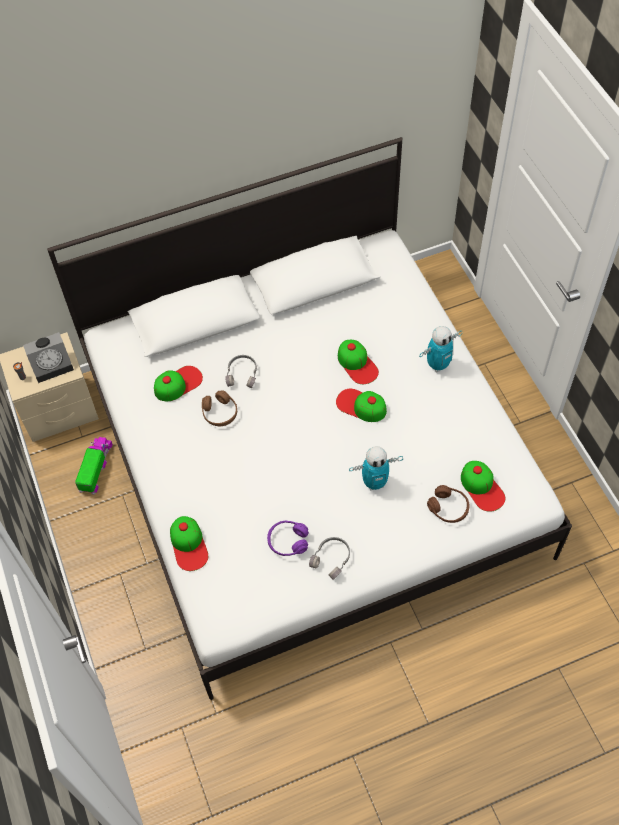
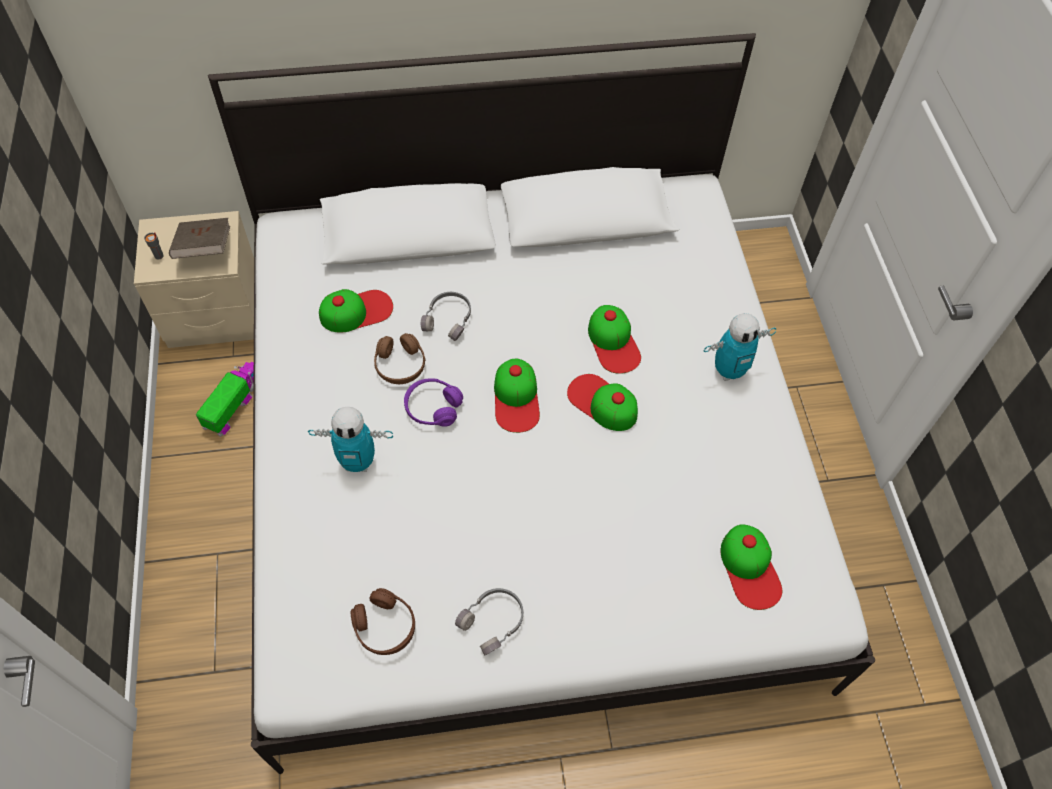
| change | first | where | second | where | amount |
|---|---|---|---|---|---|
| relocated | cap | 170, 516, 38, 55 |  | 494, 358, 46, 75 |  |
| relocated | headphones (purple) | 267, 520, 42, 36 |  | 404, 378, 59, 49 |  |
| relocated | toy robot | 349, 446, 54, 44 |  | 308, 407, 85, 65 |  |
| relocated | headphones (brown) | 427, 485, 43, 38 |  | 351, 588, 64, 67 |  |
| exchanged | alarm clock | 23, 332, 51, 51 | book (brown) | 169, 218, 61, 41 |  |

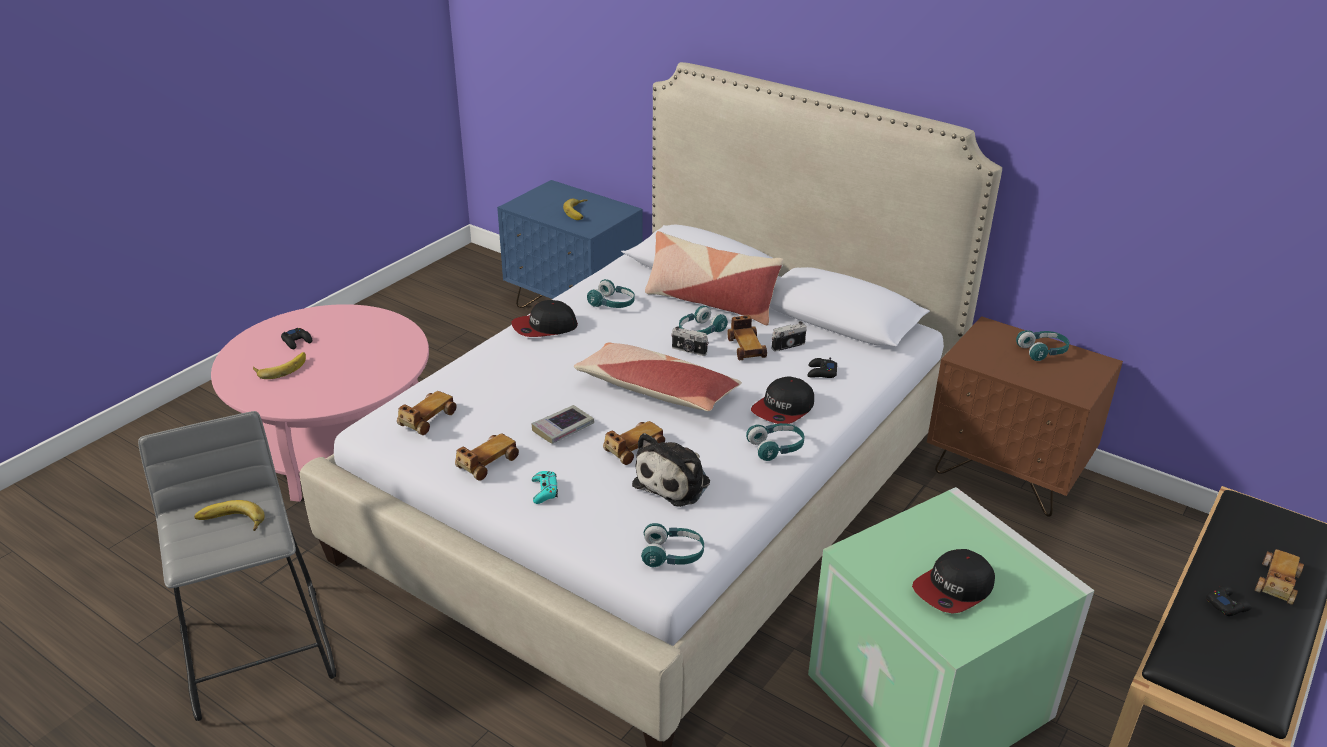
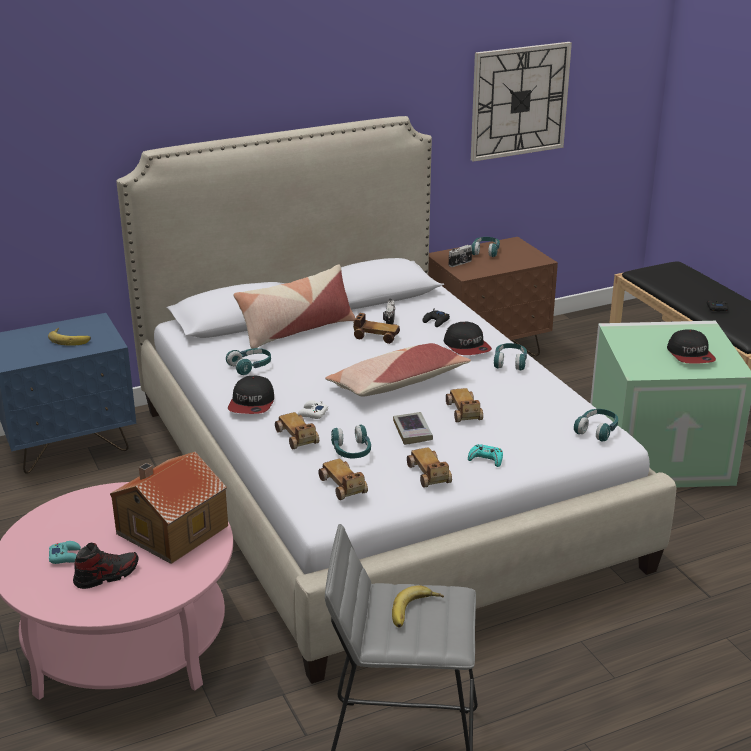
| change | first | where | second | where | amount |
|---|---|---|---|---|---|
| missing | plush toy | 632, 433, 78, 74 |  |  |  |
| appeared |  |  | toy house | 110, 452, 118, 112 |  |
| appeared |  |  | game controller (white) | 297, 401, 31, 18 |  |
| appeared |  |  | wall clock | 471, 42, 101, 120 |  |
| relocated | photo camera | 672, 326, 37, 30 |  | 449, 245, 23, 22 |  |
| relocated | headphones (turquoise) | 679, 306, 49, 29 |  | 331, 424, 40, 35 |  |
| relocated | toy car | 1255, 549, 49, 56 |  | 275, 412, 44, 37 |  |
| exchanged | banana | 253, 352, 53, 27 | shoe | 73, 543, 66, 46 |  |
| colour | game controller (black) | 281, 328, 31, 21 | game controller (turquoise) | 49, 541, 32, 23 |  |

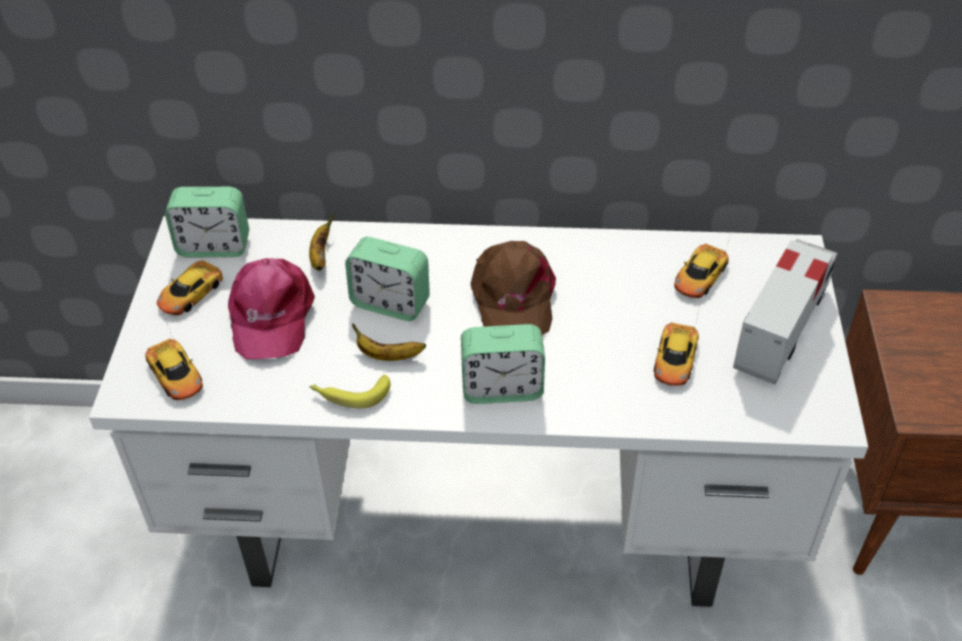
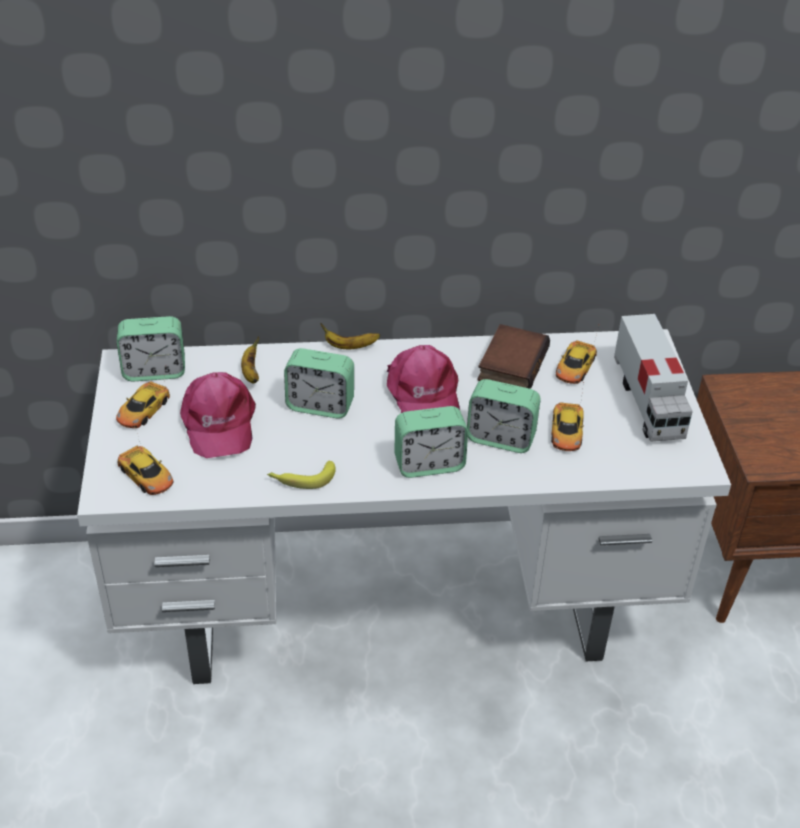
| change | first | where | second | where | amount |
|---|---|---|---|---|---|
| appeared |  |  | alarm clock | 467, 379, 74, 74 |  |
| appeared |  |  | book | 477, 324, 73, 65 |  |
| relocated | banana | 352, 324, 74, 37 |  | 320, 323, 60, 26 |  |
| colour | cap (brown) | 471, 241, 85, 94 | cap (pink) | 387, 345, 73, 68 |  |
| spun | toy truck | 733, 239, 105, 145 |  | 614, 314, 79, 128 | 150 degrees clockwise |

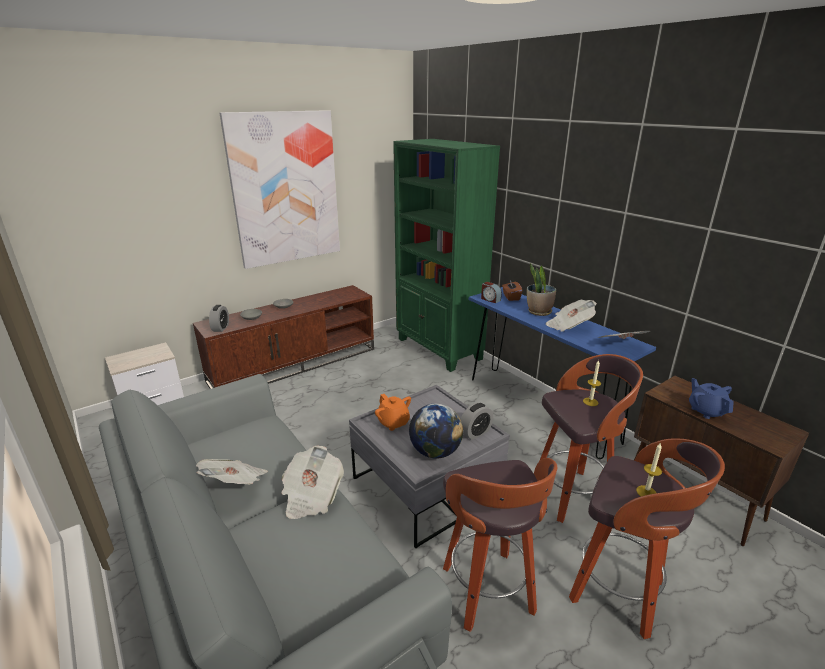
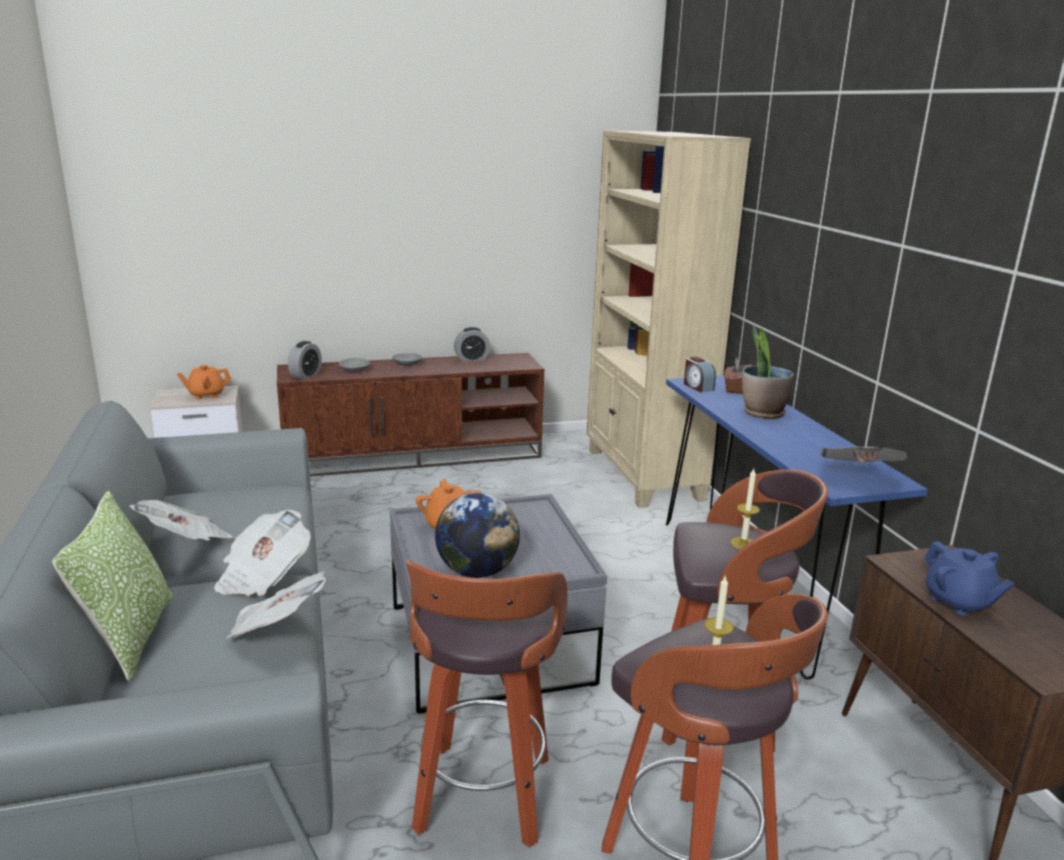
| change | first | where | second | where | amount |
|---|---|---|---|---|---|
| missing | picture | 220, 110, 120, 159 |  |  |  |
| appeared |  |  | pillow | 52, 490, 121, 191 |  |
| appeared |  |  | teapot (orange) | 177, 365, 54, 34 |  |
| relocated | alarm clock | 461, 403, 33, 37 |  | 454, 327, 36, 34 |  |
| relocated | newspaper | 546, 299, 51, 33 |  | 226, 571, 100, 68 |  |
| colour | bookcase (green) | 393, 139, 107, 233 | bookcase (beige) | 587, 130, 164, 378 |  |
| spun | teapot (blue) | 689, 378, 45, 41 |  | 924, 541, 91, 75 | 150 degrees clockwise |

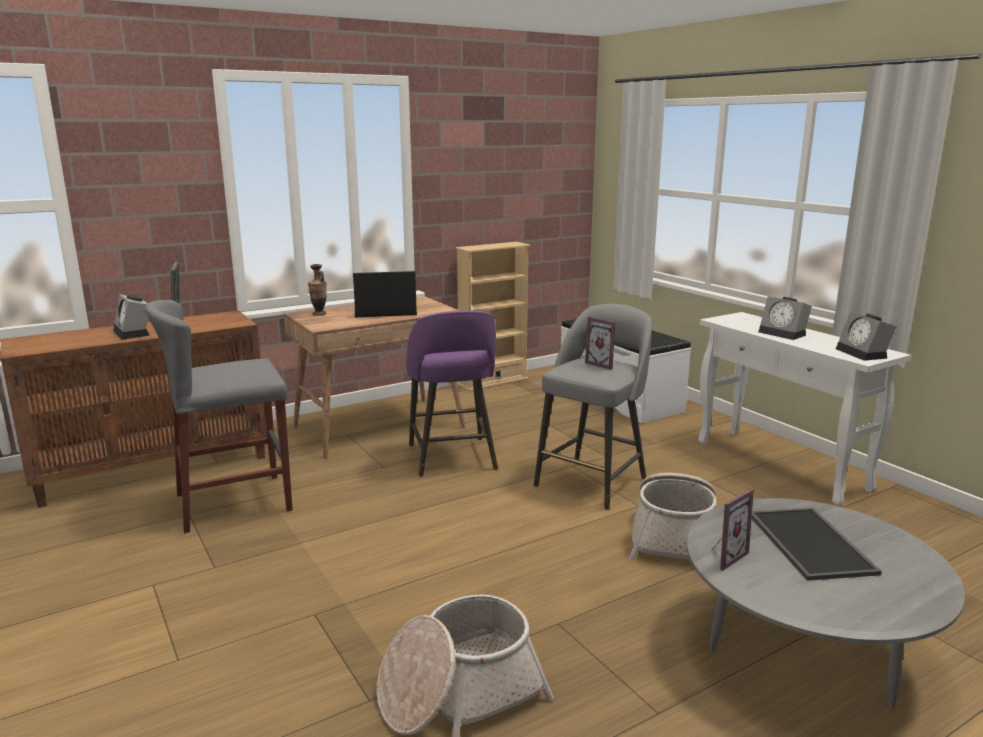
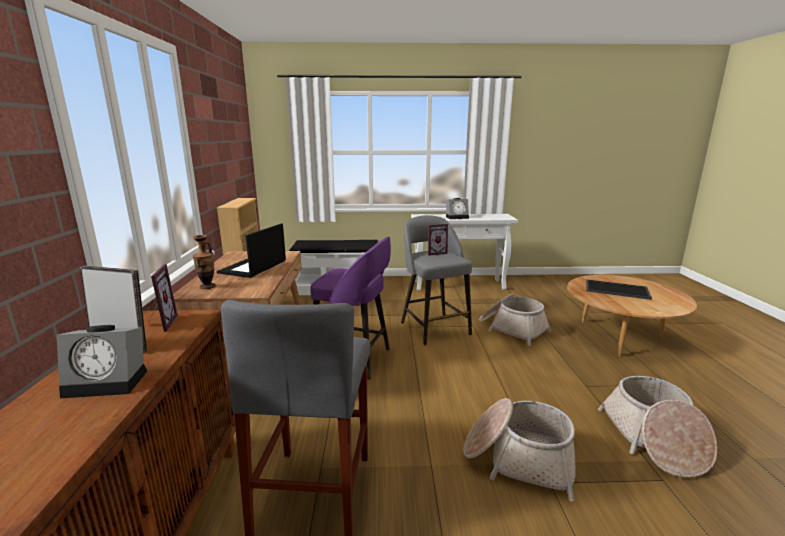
| change | first | where | second | where | amount |
|---|---|---|---|---|---|
| missing | alarm clock | 836, 311, 60, 50 |  |  |  |
| appeared |  |  | basket | 463, 398, 113, 104 |  |
| relocated | picture frame | 712, 489, 42, 82 |  | 148, 264, 30, 68 |  |
| colour | coffee table (grey) | 687, 498, 278, 211 | coffee table (brown) | 567, 275, 130, 81 |  |

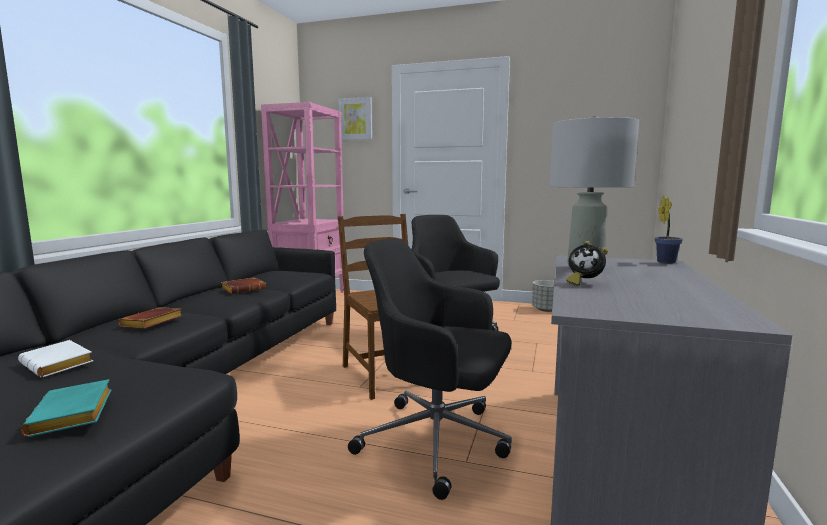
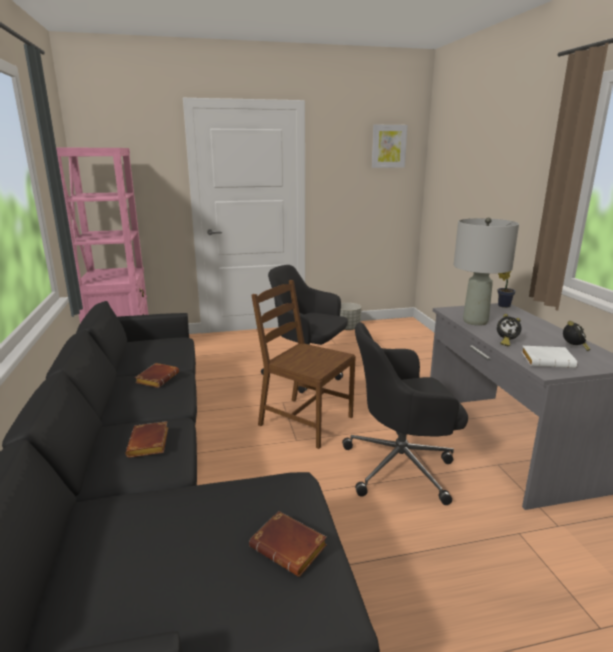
| change | first | where | second | where | amount |
|---|---|---|---|---|---|
| appeared |  |  | alarm clock | 563, 321, 27, 30 |  |
| relocated | book (white) | 18, 340, 75, 38 |  | 522, 346, 55, 22 |  |
| relocated | picture | 338, 97, 34, 43 |  | 371, 125, 37, 43 |  |
| colour | book (turquoise) | 21, 379, 90, 58 | book (brown) | 249, 511, 78, 66 |  |

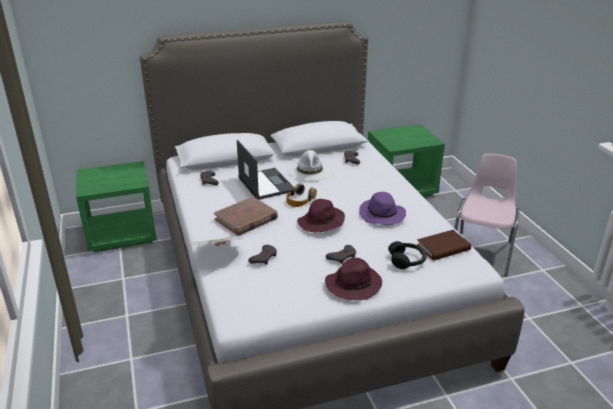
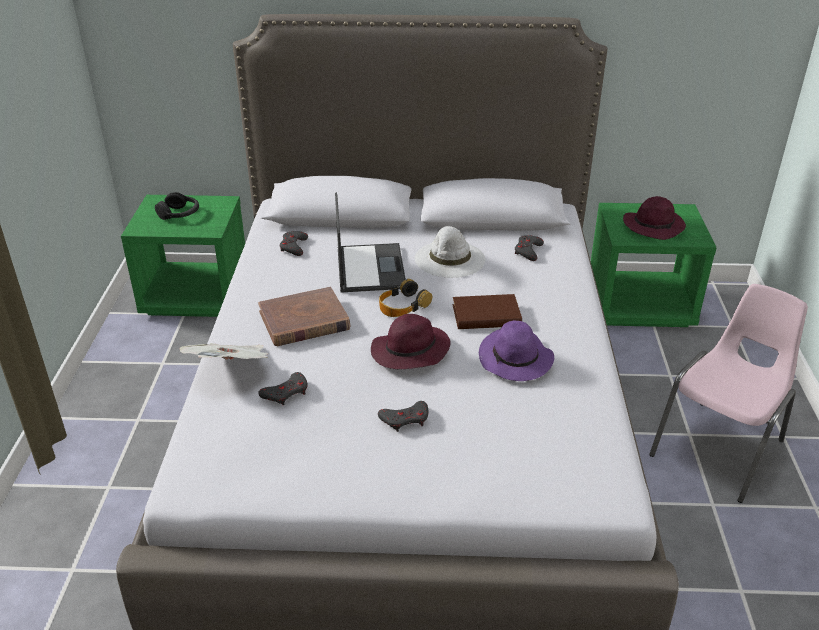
| change | first | where | second | where | amount |
|---|---|---|---|---|---|
| relocated | hat (purple) | 325, 258, 57, 42 |  | 623, 196, 63, 44 |  |
| relocated | headphones (black) | 388, 241, 39, 28 |  | 155, 192, 44, 28 |  |
| relocated | book (brown) | 417, 230, 54, 31 |  | 453, 294, 69, 35 |  |

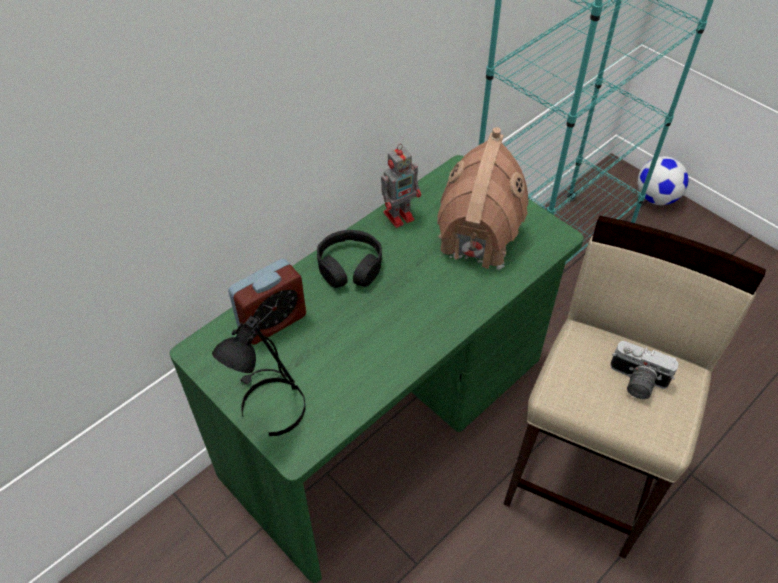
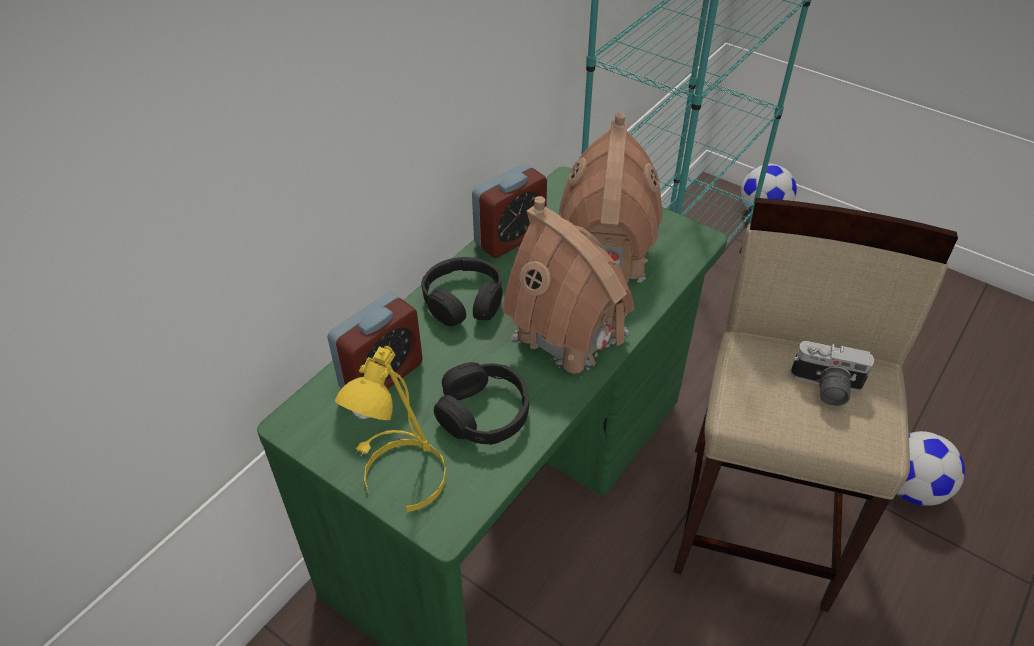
| change | first | where | second | where | amount |
|---|---|---|---|---|---|
| appeared |  |  | headphones (black) | 434, 362, 95, 83 |  |
| appeared |  |  | toy house | 503, 196, 132, 182 |  |
| appeared |  |  | football | 897, 431, 68, 75 |  |
| exchanged | toy robot | 381, 144, 40, 84 | alarm clock | 472, 164, 75, 94 |  |
| colour | table lamp (black) | 212, 315, 94, 121 | table lamp (yellow) | 335, 346, 111, 166 |  |

